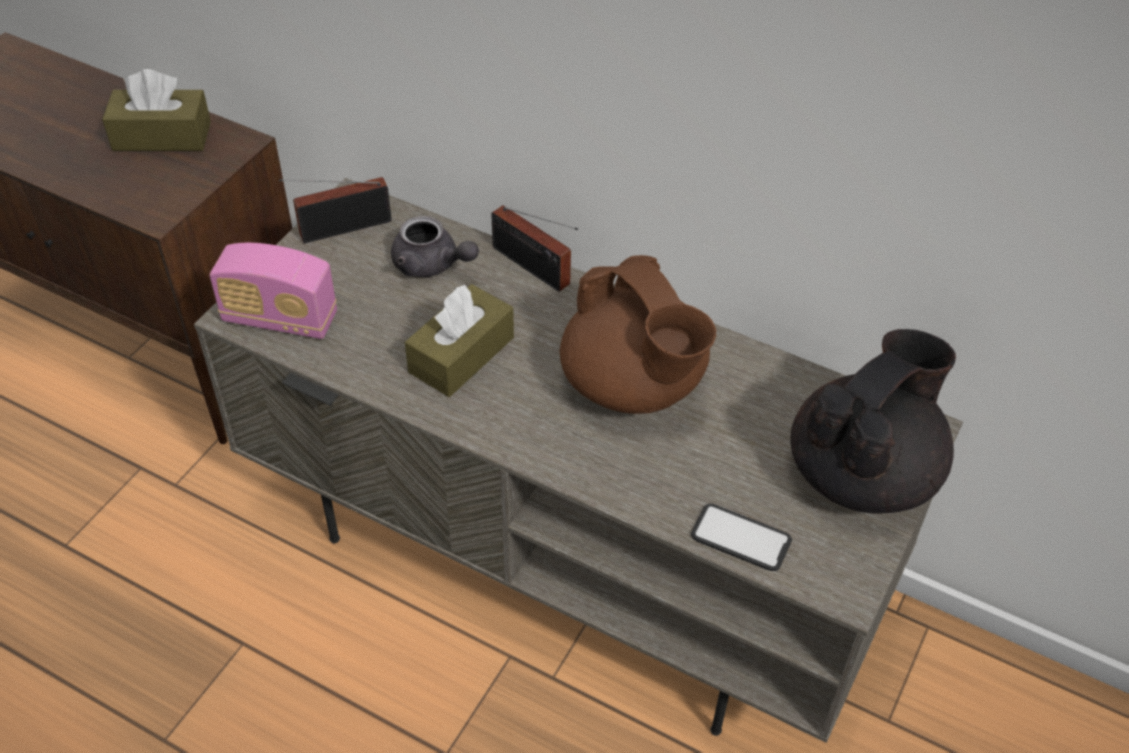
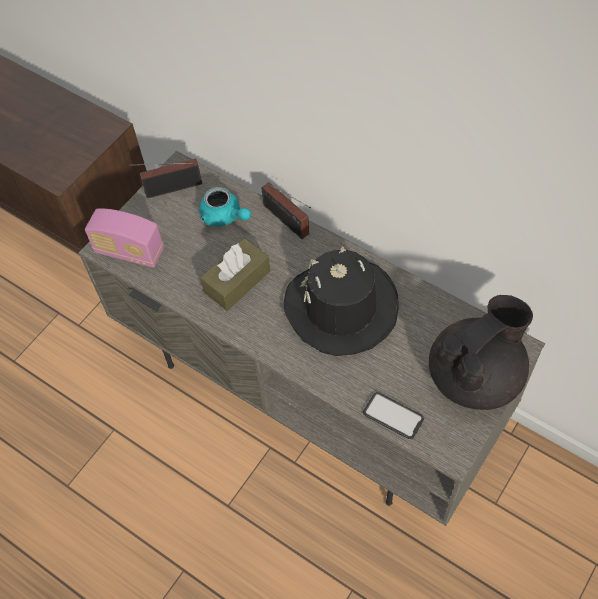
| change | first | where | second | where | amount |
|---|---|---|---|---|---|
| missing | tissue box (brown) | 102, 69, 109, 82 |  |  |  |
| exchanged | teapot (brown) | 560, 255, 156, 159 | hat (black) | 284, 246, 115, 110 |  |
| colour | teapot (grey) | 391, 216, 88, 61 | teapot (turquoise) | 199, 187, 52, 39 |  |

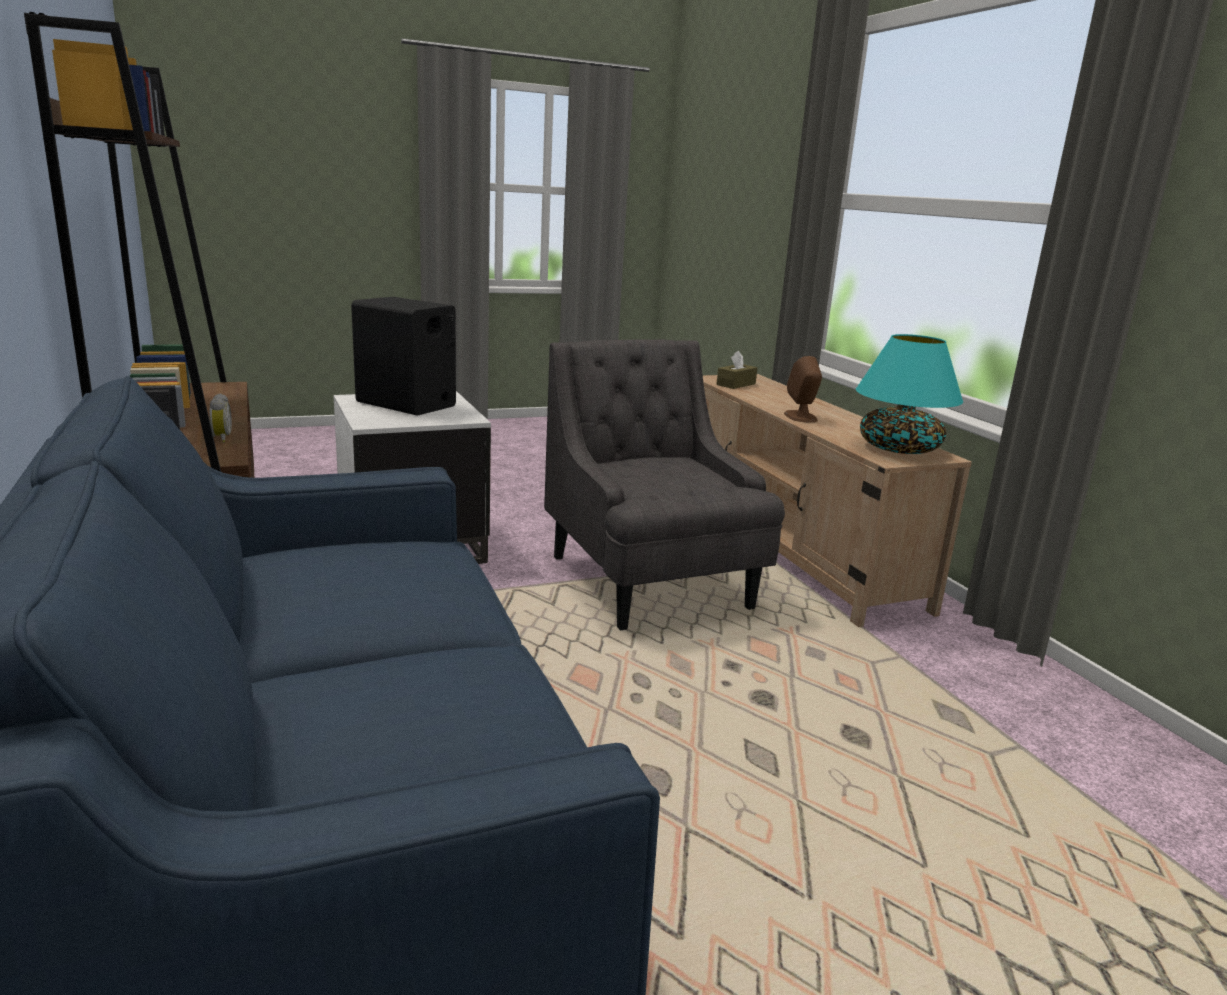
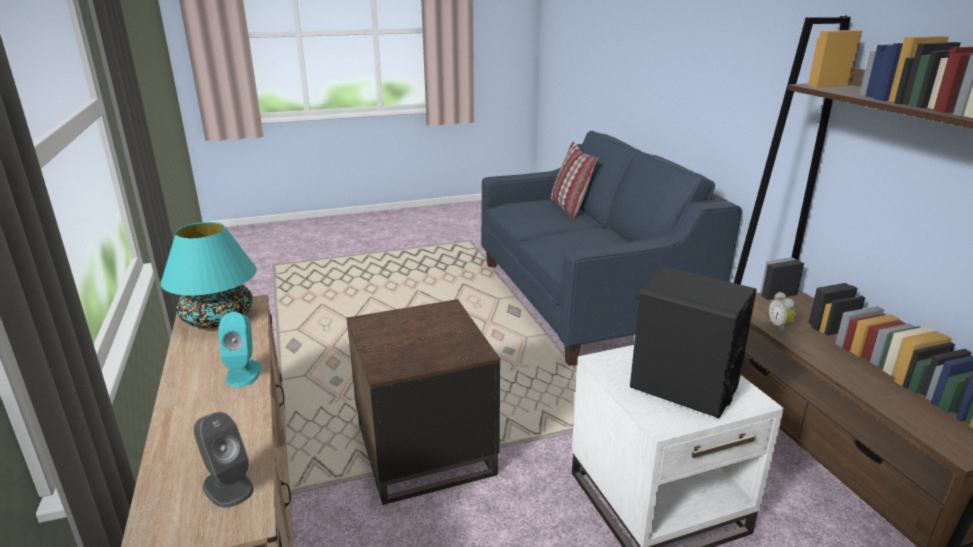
| change | first | where | second | where | amount |
|---|---|---|---|---|---|
| appeared |  |  | pillow | 550, 142, 48, 77 |  |
| exchanged | armchair (grey) | 544, 339, 241, 291 | side table (brown) | 347, 299, 153, 206 |  |
| exchanged | tissue box (brown) | 716, 351, 41, 38 | speaker (grey) | 194, 412, 60, 96 |  |
| colour | speaker (brown) | 784, 356, 38, 66 | speaker (turquoise) | 218, 312, 43, 75 |  |

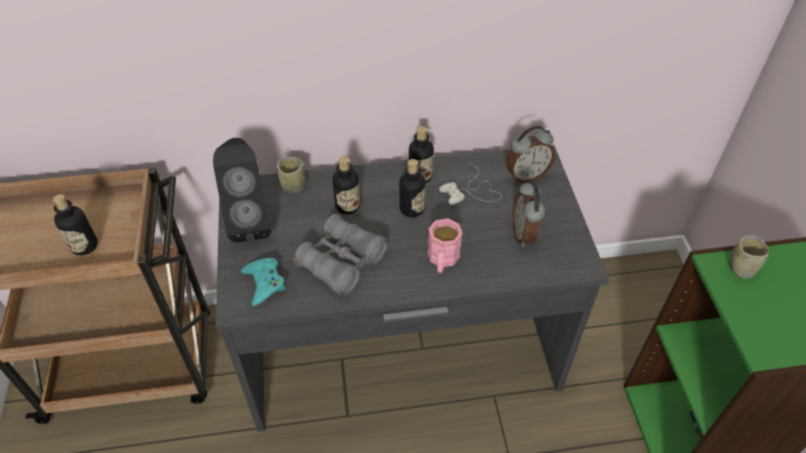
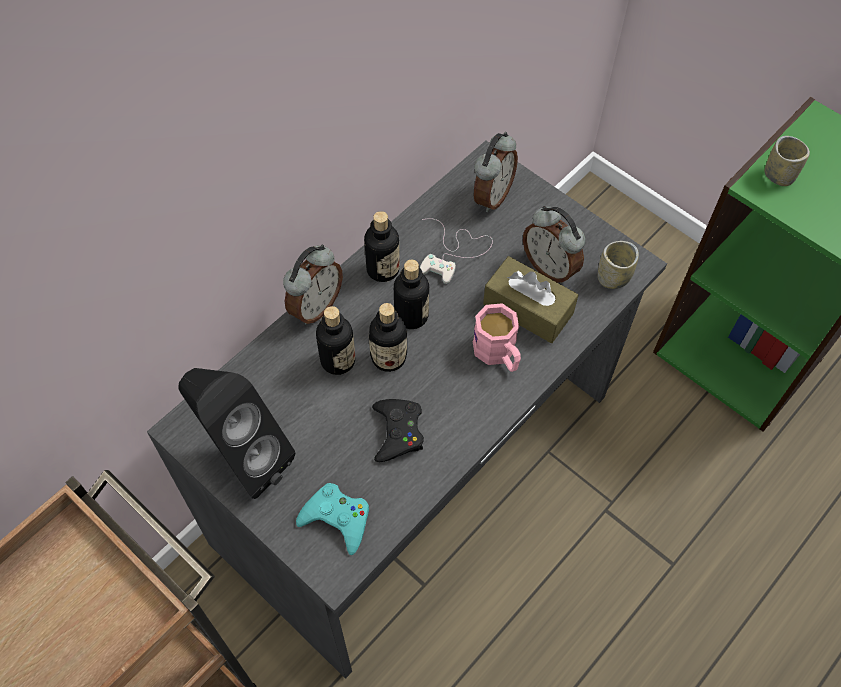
| change | first | where | second | where | amount |
|---|---|---|---|---|---|
| appeared |  |  | alarm clock | 283, 245, 60, 80 |  |
| appeared |  |  | tissue box (brown) | 483, 256, 95, 87 |  |
| relocated | bottle | 53, 194, 45, 61 |  | 369, 303, 38, 69 |  |
| relocated | cup | 277, 157, 28, 36 |  | 598, 241, 41, 48 |  |
| exchanged | binoculars (grey) | 293, 213, 95, 83 | game controller (black) | 372, 399, 52, 63 |  |

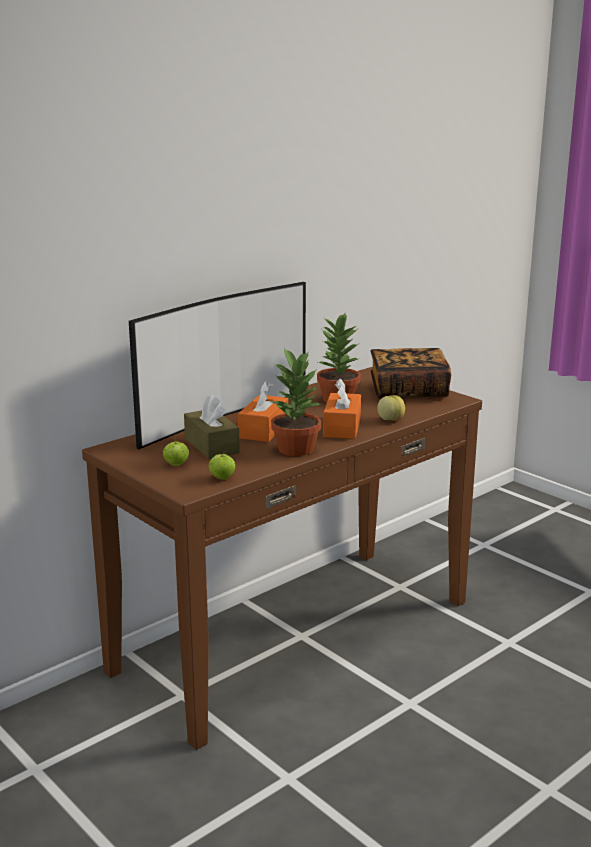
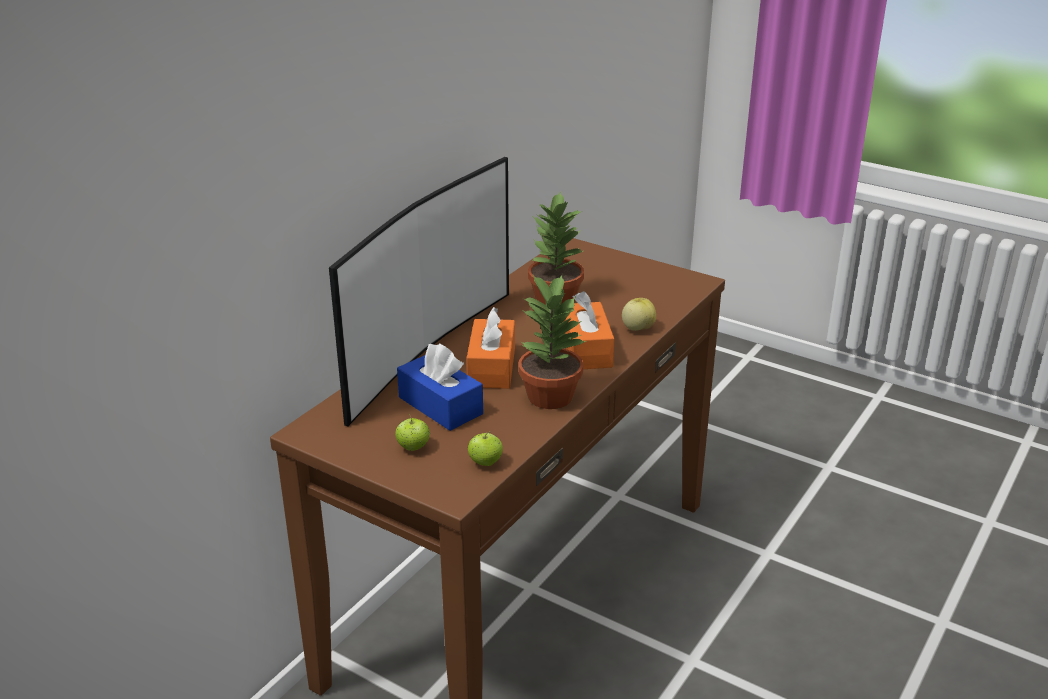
| change | first | where | second | where | amount |
|---|---|---|---|---|---|
| missing | book | 370, 348, 81, 51 |  |  |  |
| colour | tissue box (brown) | 184, 395, 56, 64 | tissue box (blue) | 397, 343, 86, 88 |  |

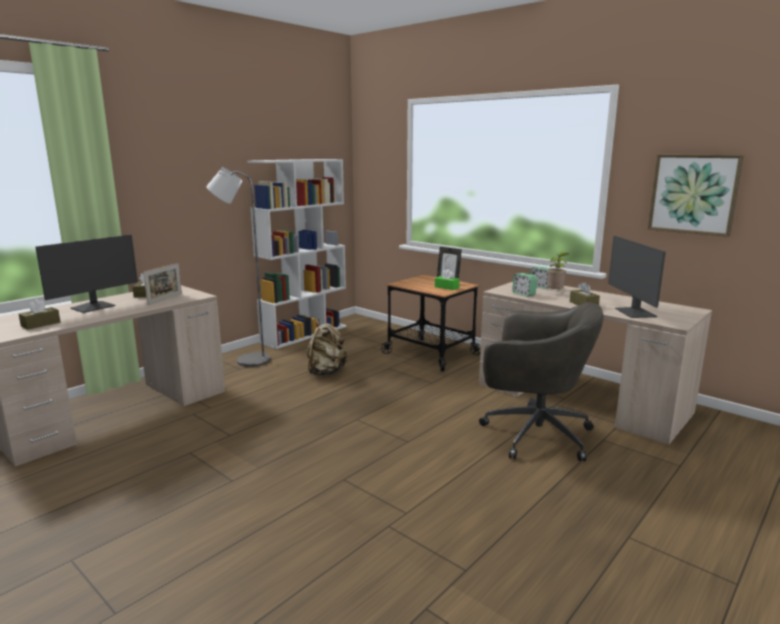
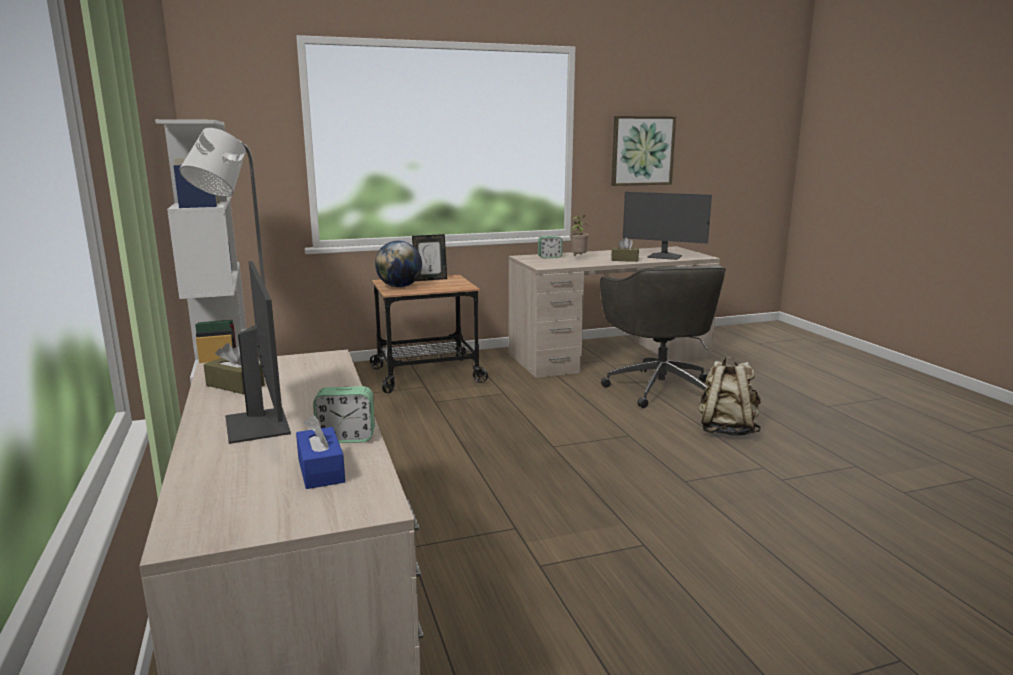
| change | first | where | second | where | amount |
|---|---|---|---|---|---|
| missing | picture frame | 143, 263, 39, 42 |  |  |  |
| missing | tissue box (green) | 435, 269, 25, 21 |  |  |  |
| appeared |  |  | globe | 375, 241, 47, 47 |  |
| relocated | backpack (beige) | 307, 319, 40, 56 |  | 698, 356, 63, 80 |  |
| relocated | alarm clock | 512, 273, 25, 24 |  | 313, 386, 62, 57 |  |
| colour | tissue box (brown) | 19, 299, 41, 31 | tissue box (blue) | 296, 415, 49, 74 |  |
| spun | office chair (grey) | 479, 302, 125, 159 |  | 600, 266, 126, 142 | 120 degrees clockwise |

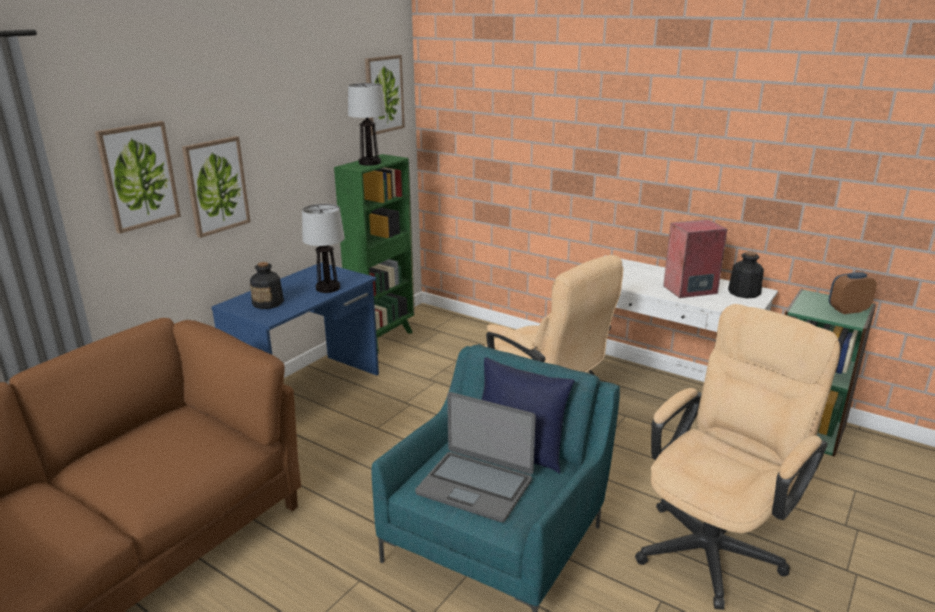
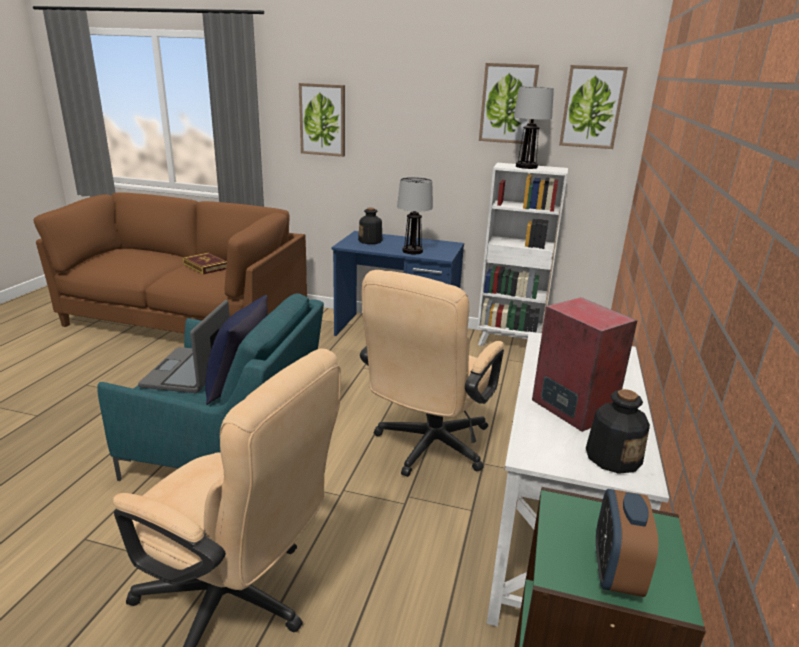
| change | first | where | second | where | amount |
|---|---|---|---|---|---|
| appeared |  |  | book | 183, 253, 44, 21 |  |
| relocated | picture | 182, 136, 68, 102 |  | 479, 63, 60, 81 |  |
| colour | bookcase (green) | 334, 154, 81, 199 | bookcase (white) | 477, 163, 91, 183 |  |
| spun | alarm clock | 829, 272, 48, 42 |  | 596, 489, 62, 108 | 135 degrees counterclockwise |

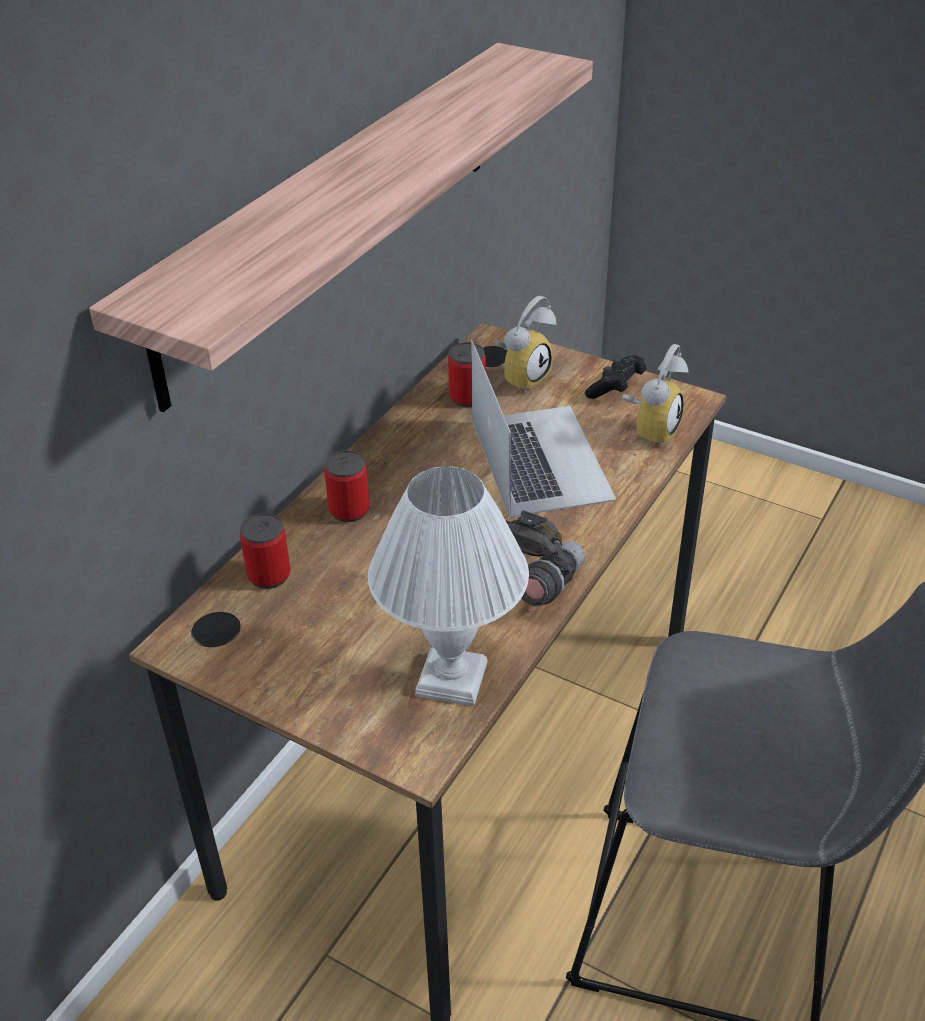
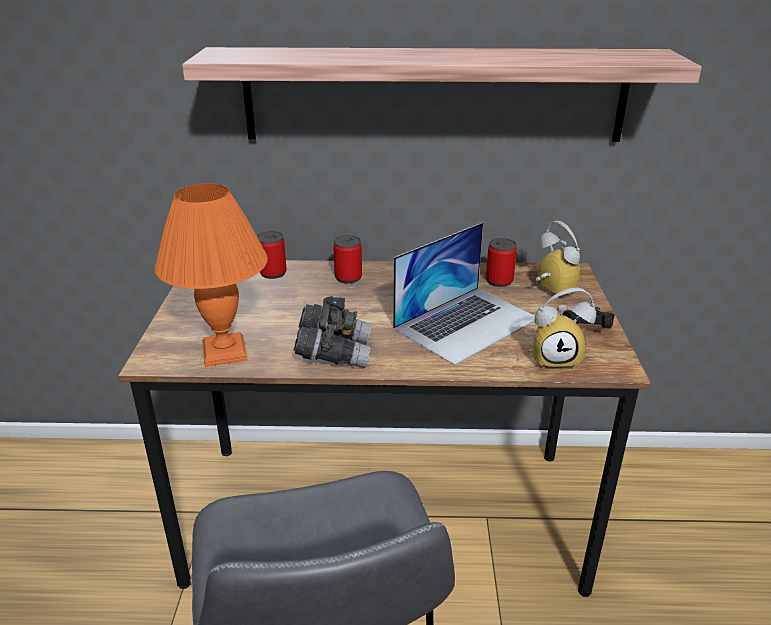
| change | first | where | second | where | amount |
|---|---|---|---|---|---|
| colour | table lamp (white) | 368, 466, 161, 240 | table lamp (orange) | 155, 183, 113, 184 |  |
| spun | alarm clock | 495, 296, 61, 97 |  | 535, 221, 45, 78 | 135 degrees counterclockwise |

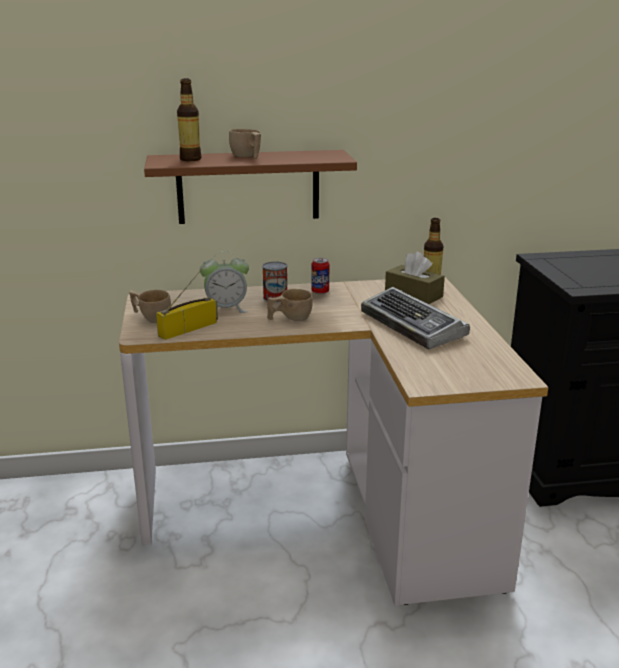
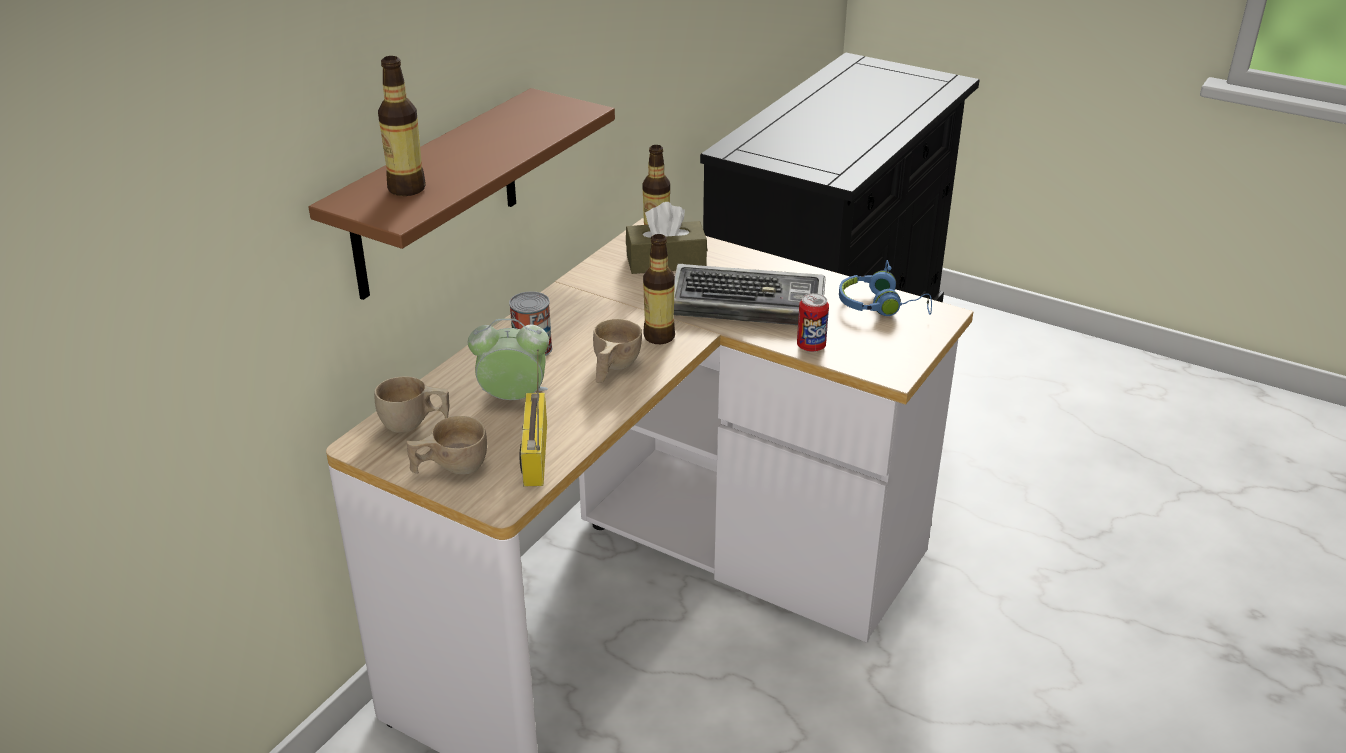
| change | first | where | second | where | amount |
|---|---|---|---|---|---|
| appeared |  |  | bottle | 643, 234, 32, 110 |  |
| appeared |  |  | headphones (blue) | 839, 260, 93, 56 |  |
| relocated | cup (beige) | 229, 129, 32, 30 |  | 374, 376, 76, 57 |  |
| relocated | can | 311, 258, 18, 36 |  | 797, 293, 32, 59 |  |
| spun | alarm clock | 200, 251, 49, 62 |  | 468, 318, 81, 82 | 120 degrees counterclockwise |

